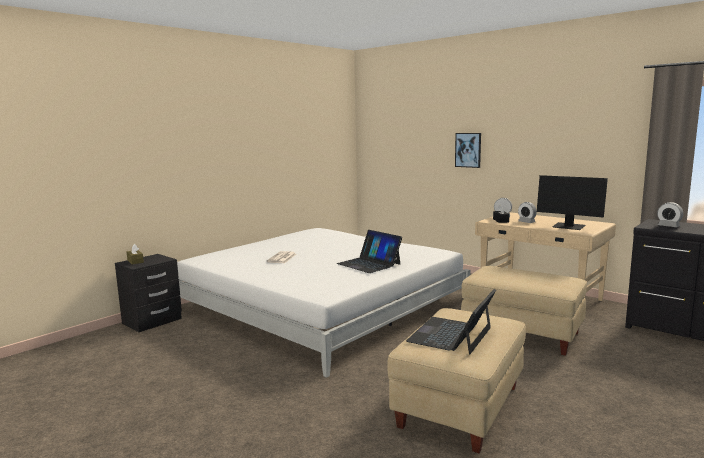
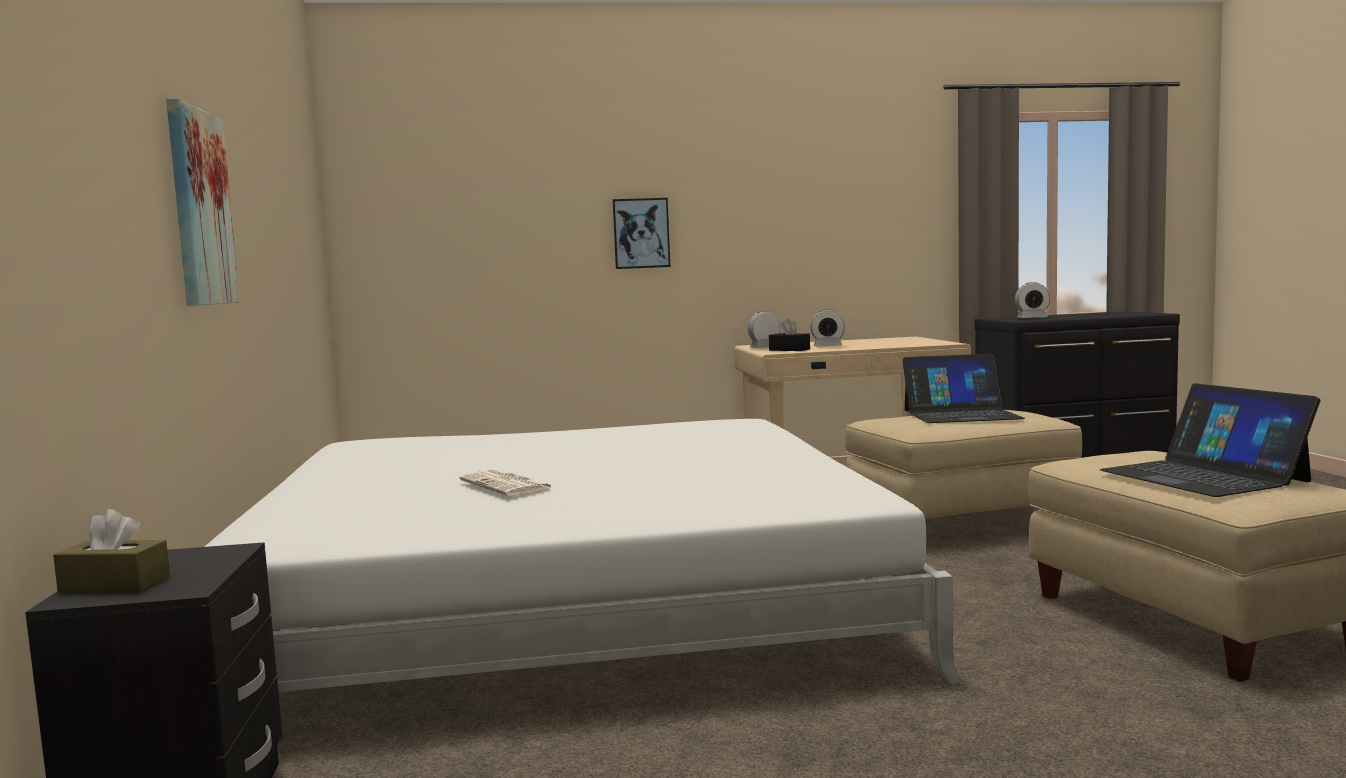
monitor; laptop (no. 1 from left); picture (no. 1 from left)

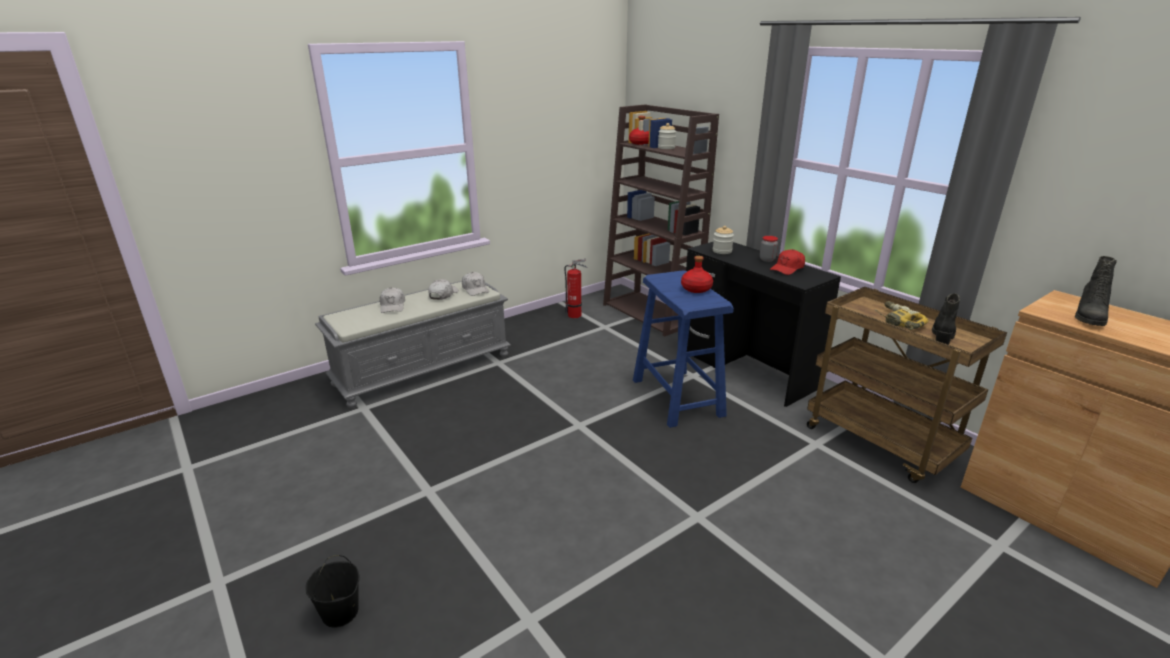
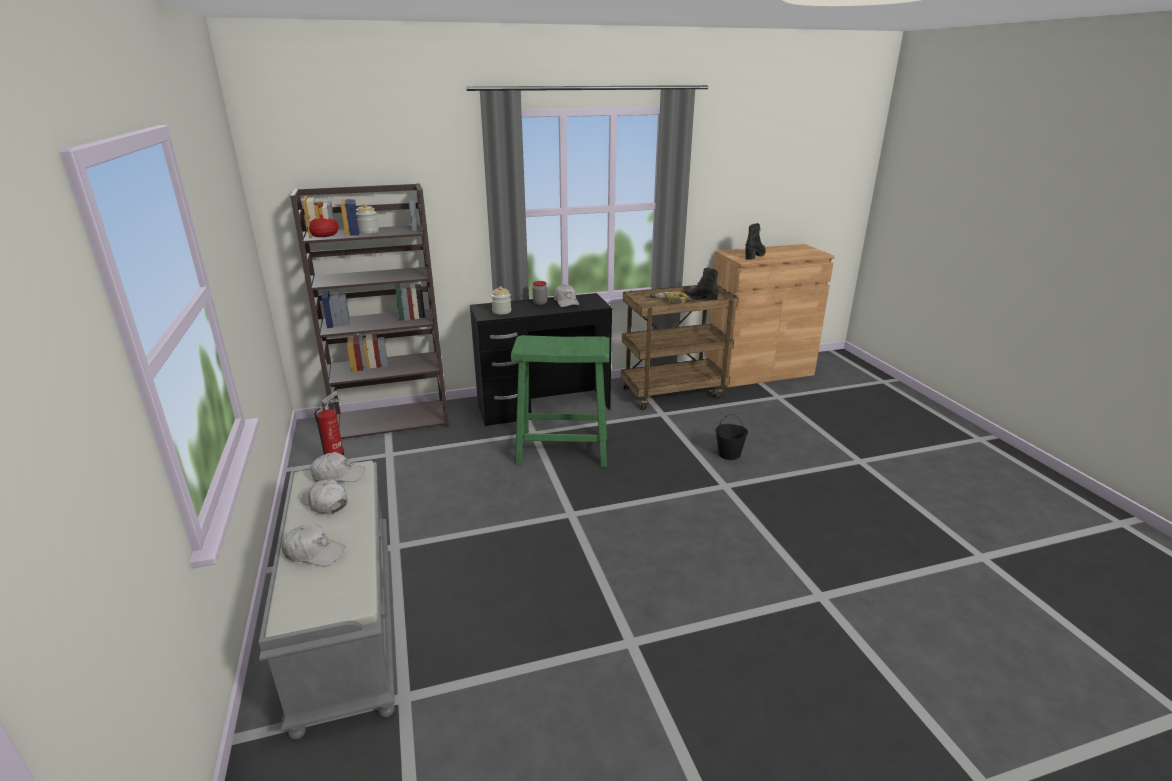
white cap (no. 4 from left); red bottle (no. 2 from left in the first image); black boot (no. 2 from left); green stool; black bucket

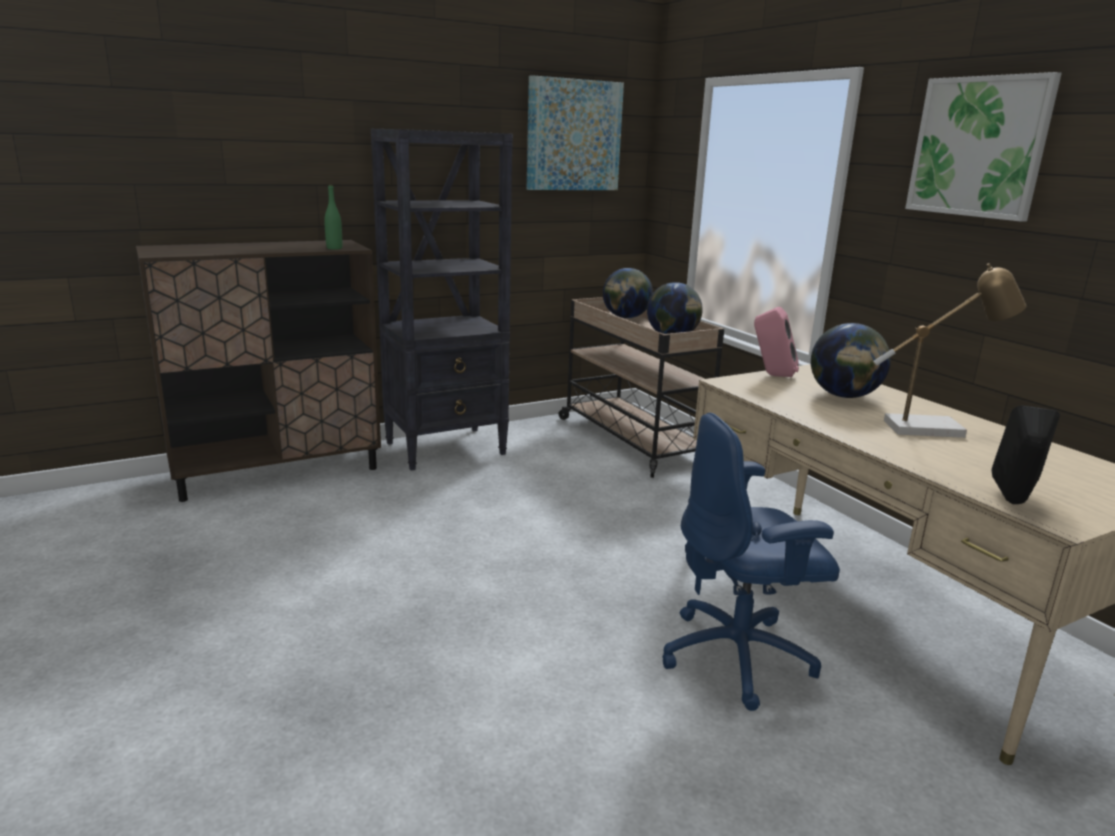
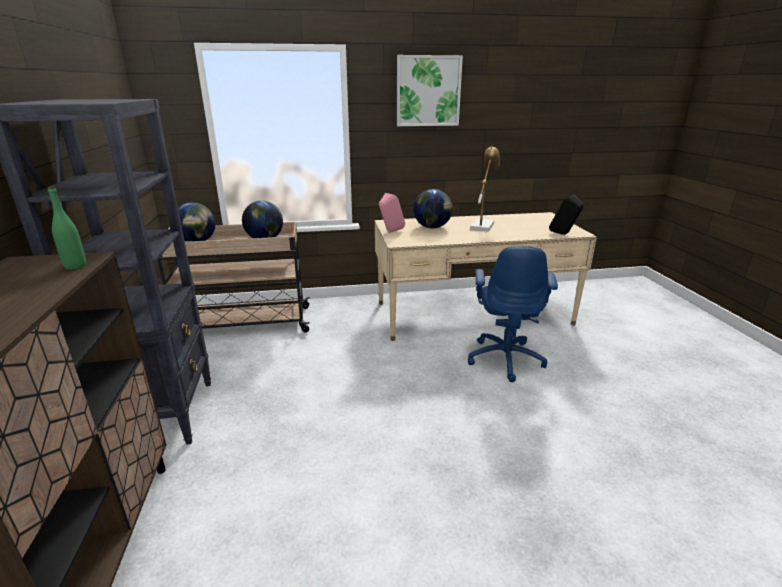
picture (no. 1 from left in the first image)

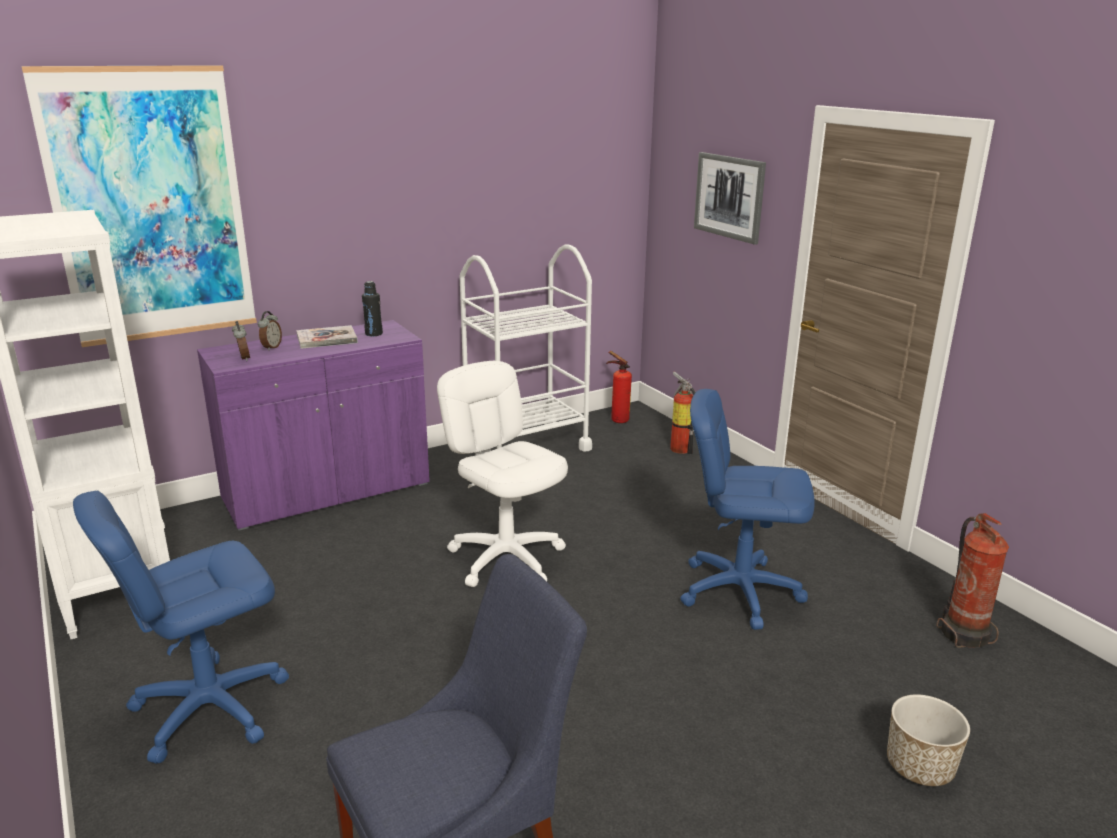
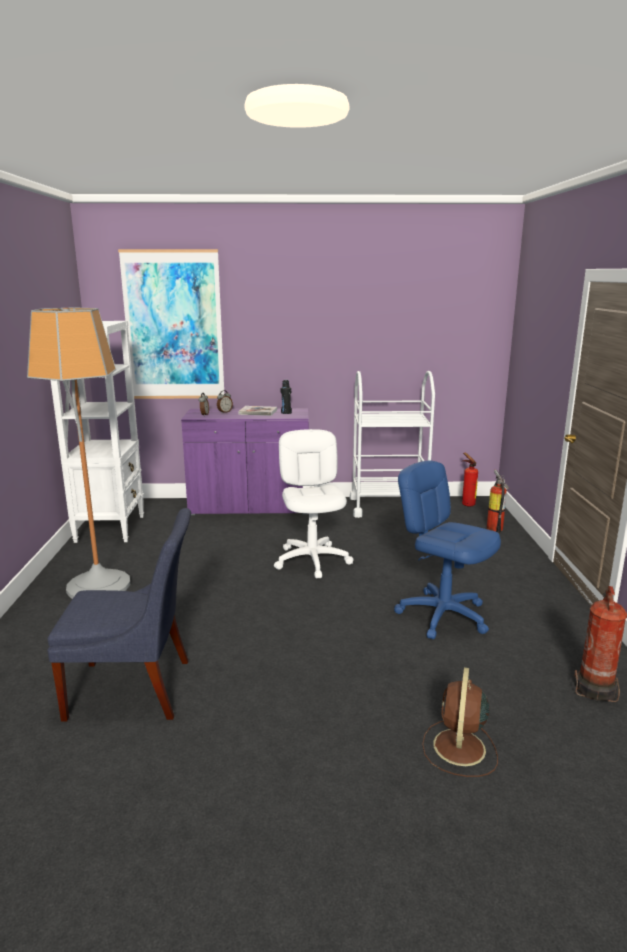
picture (no. 2 from left in the first image); floor lamp; brown fan

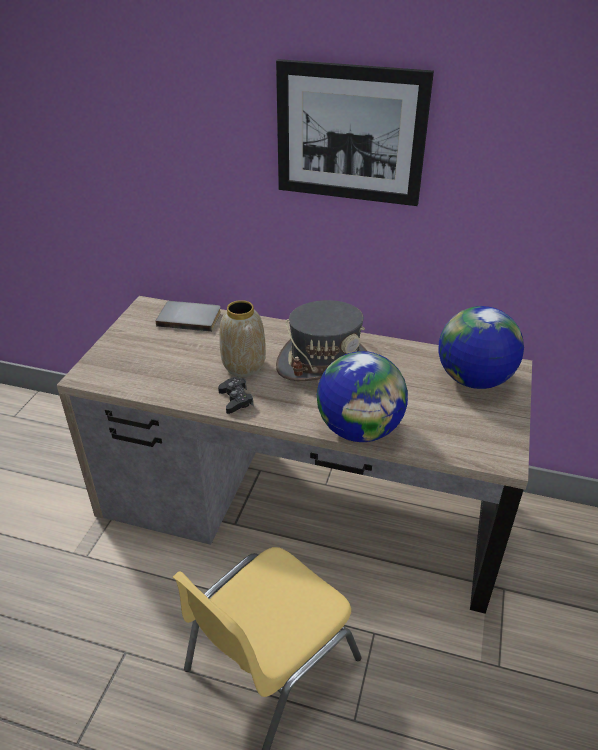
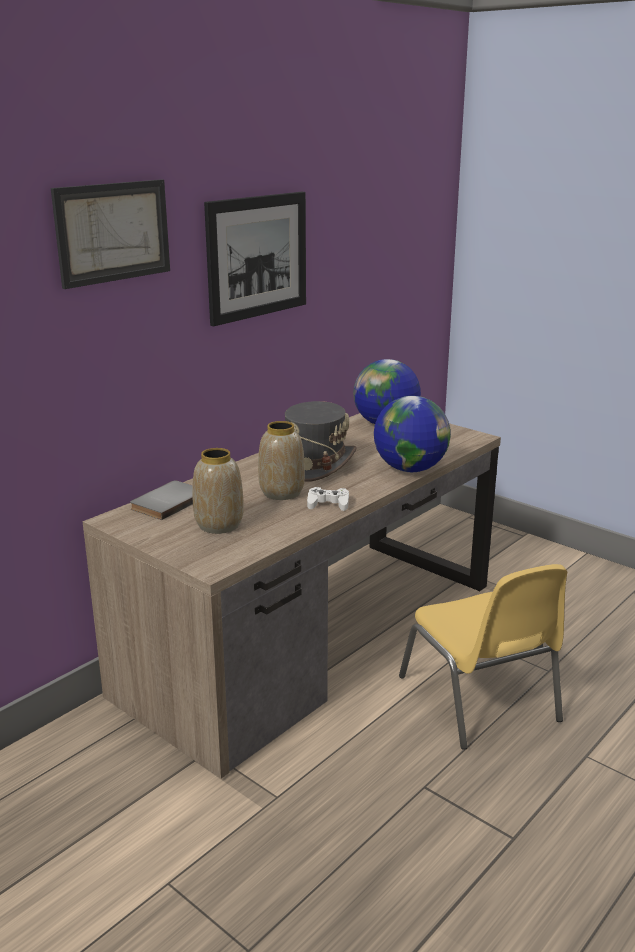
white game controller; picture (no. 1 from left); vase (no. 1 from left)

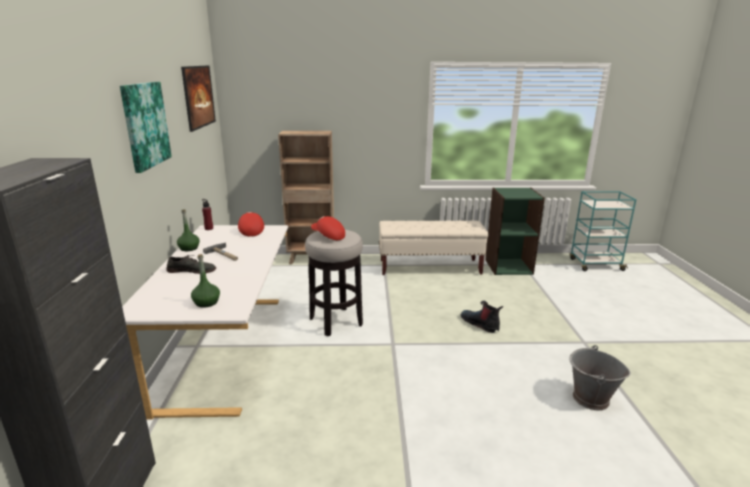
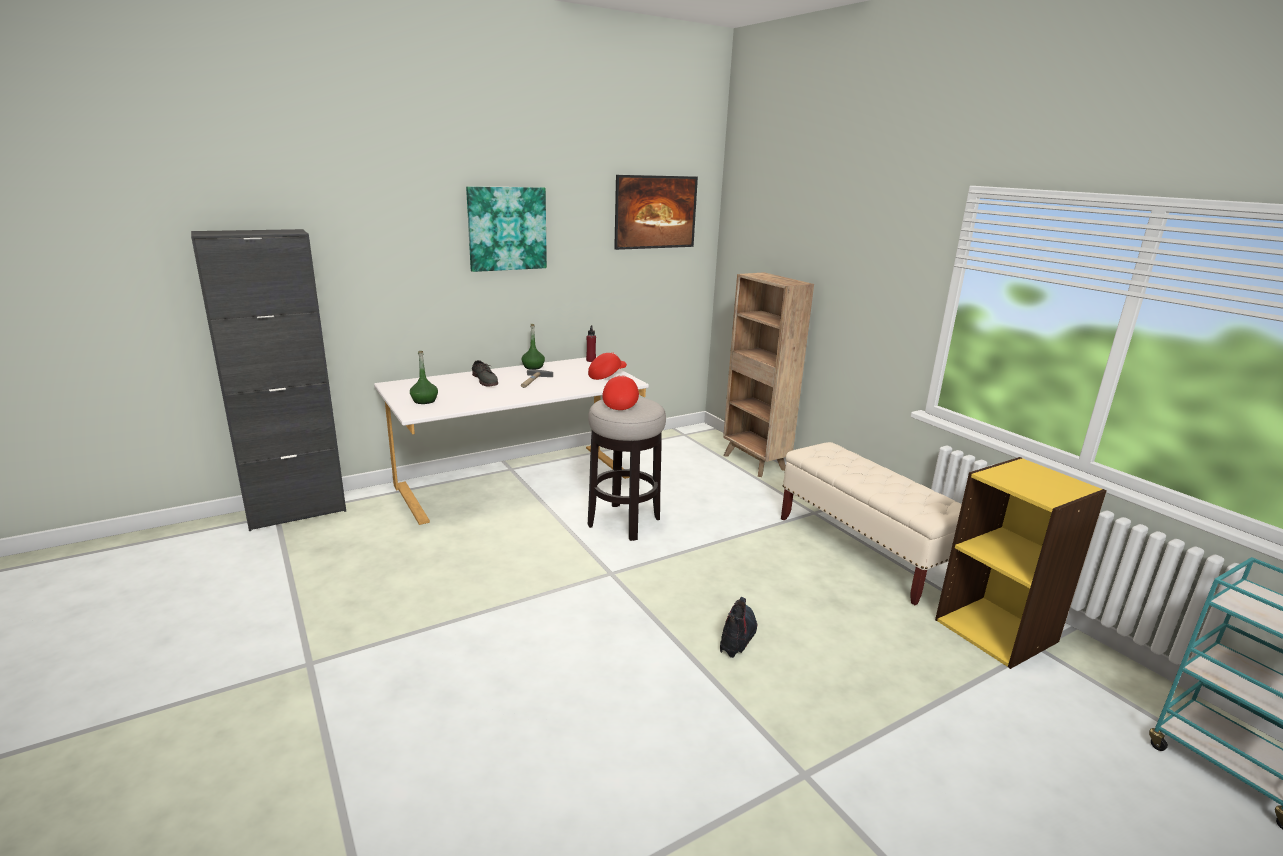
yellow bookcase; grey bucket

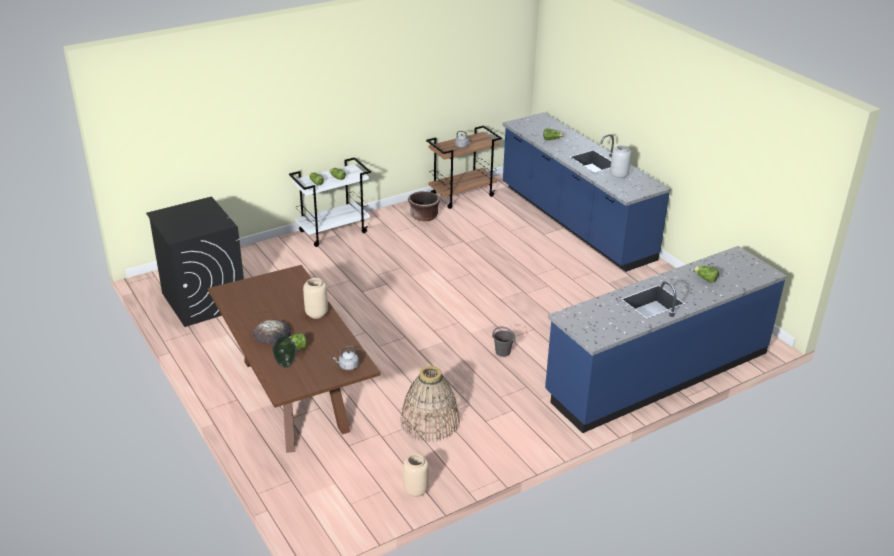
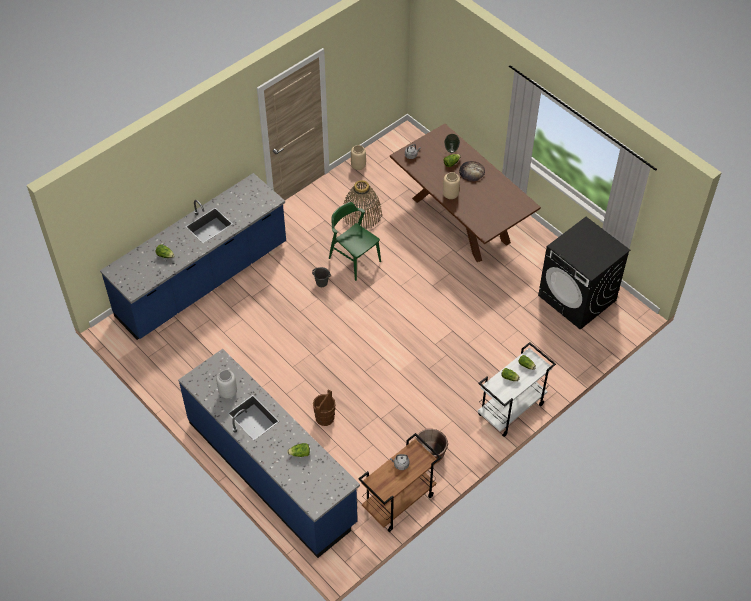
green chair; brown bucket

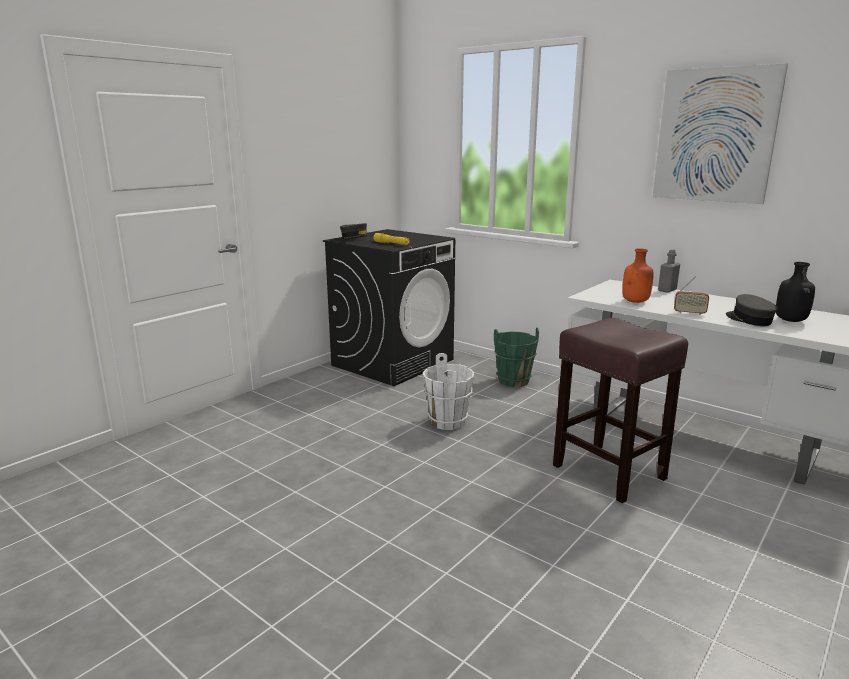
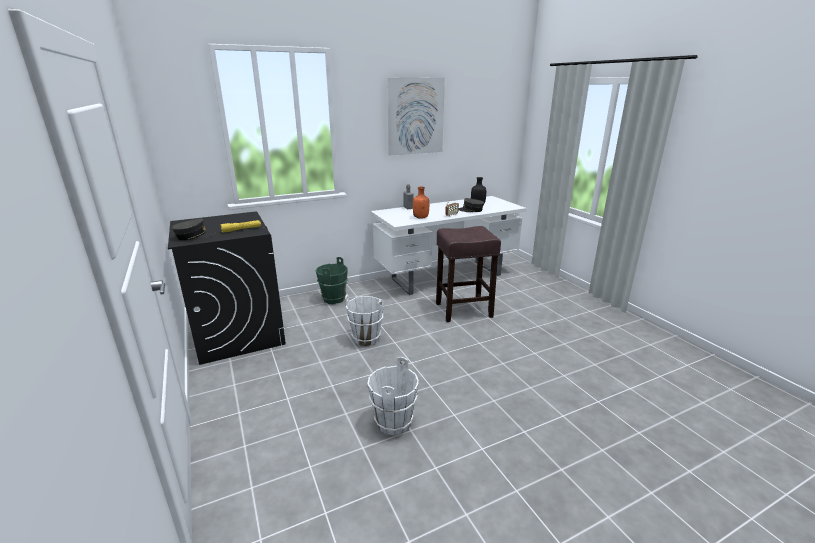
white bucket (no. 2 from left)

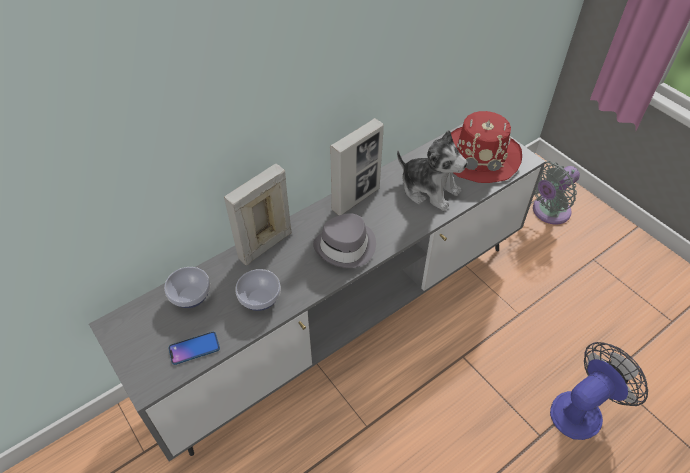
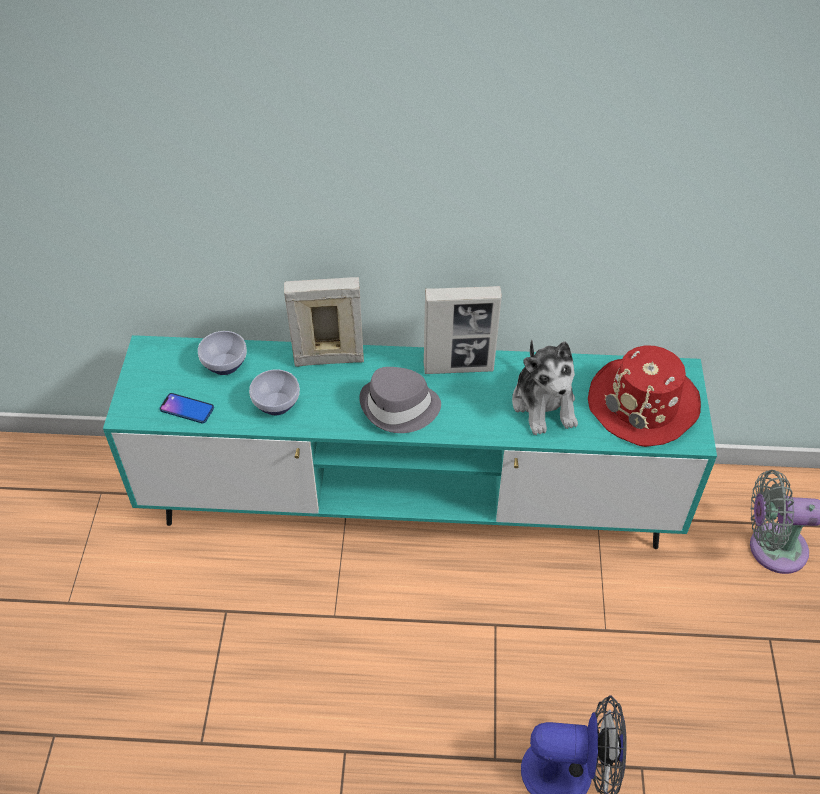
turquoise tv stand

